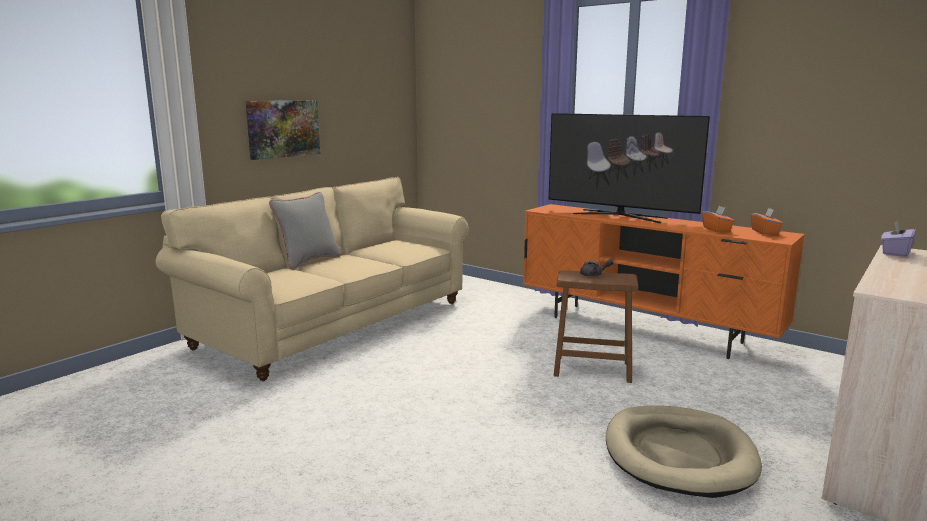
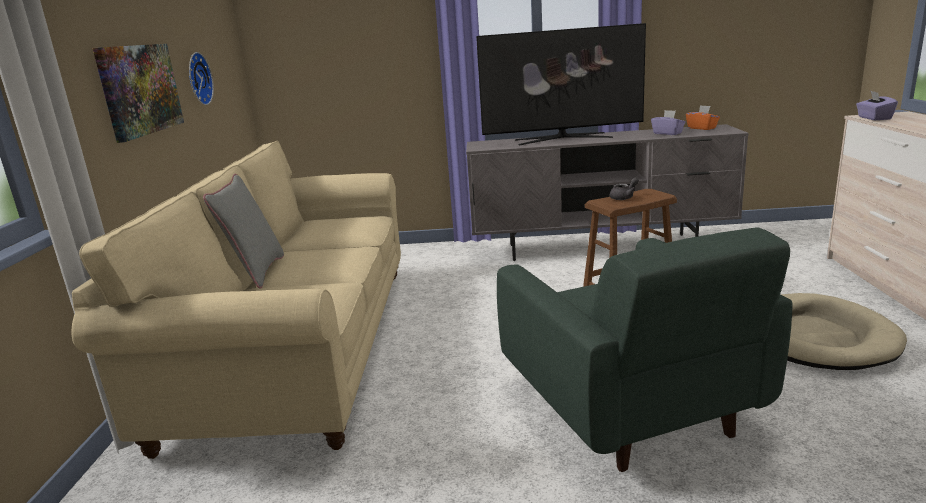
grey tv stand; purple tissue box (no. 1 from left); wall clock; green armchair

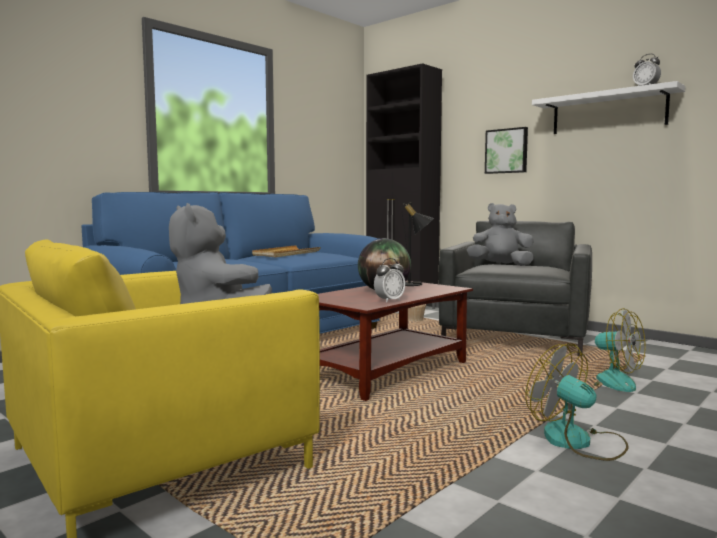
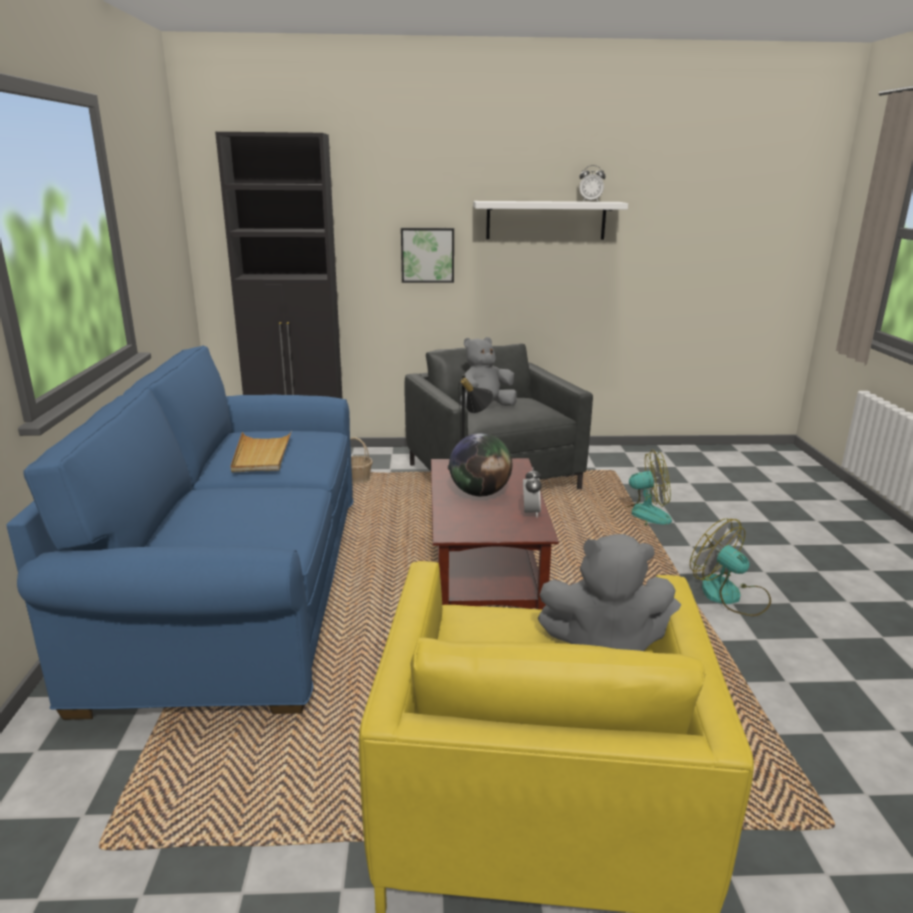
fan (no. 2 from left)

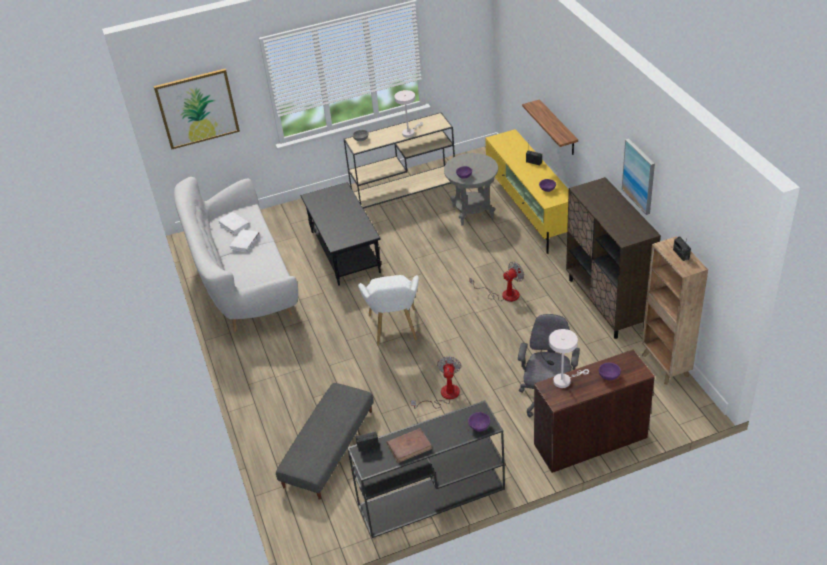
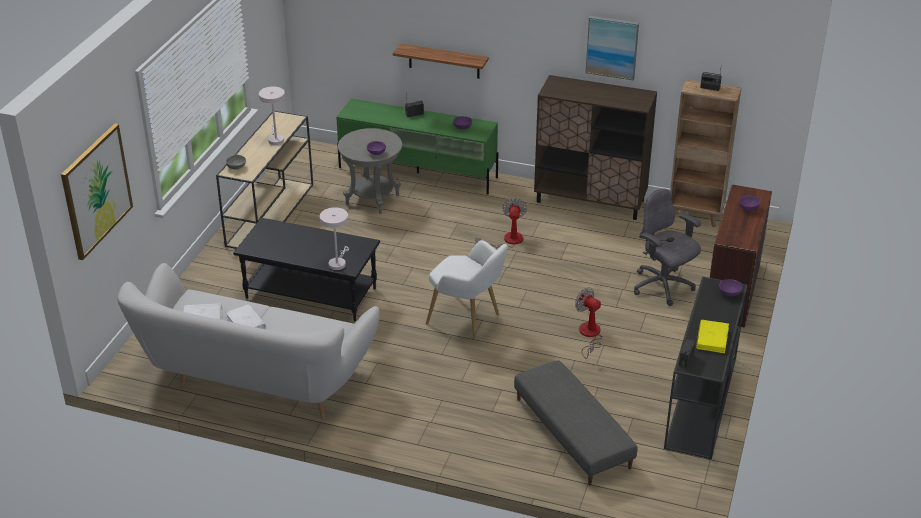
green tv stand; white table lamp (no. 2 from left); yellow book

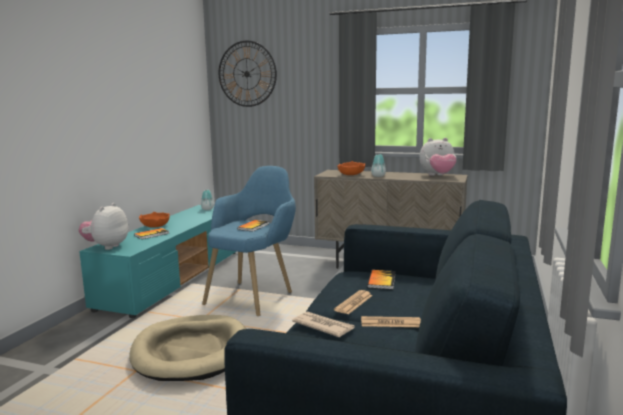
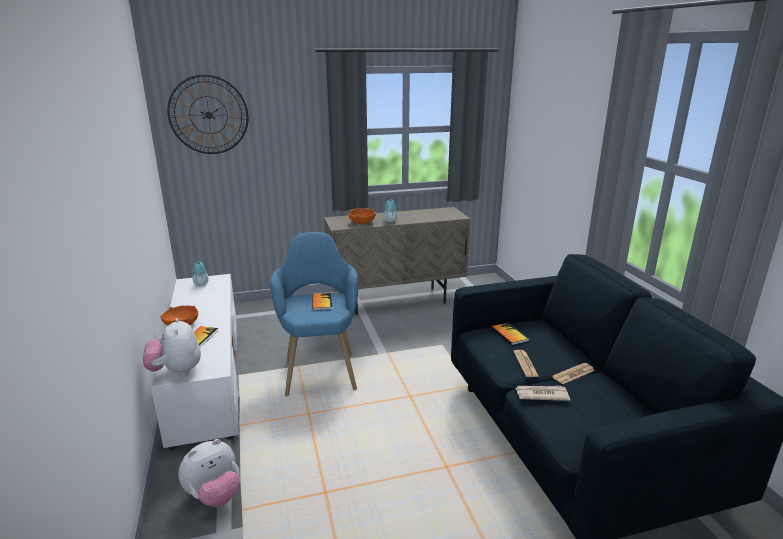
plush toy (no. 2 from left); white tv stand; beige dog bed

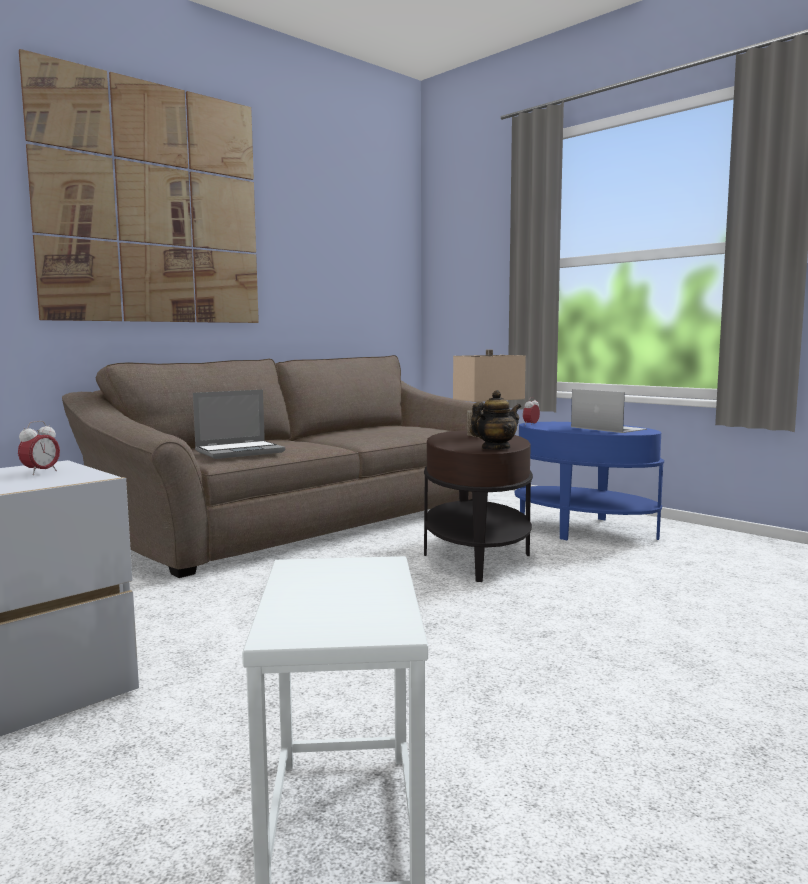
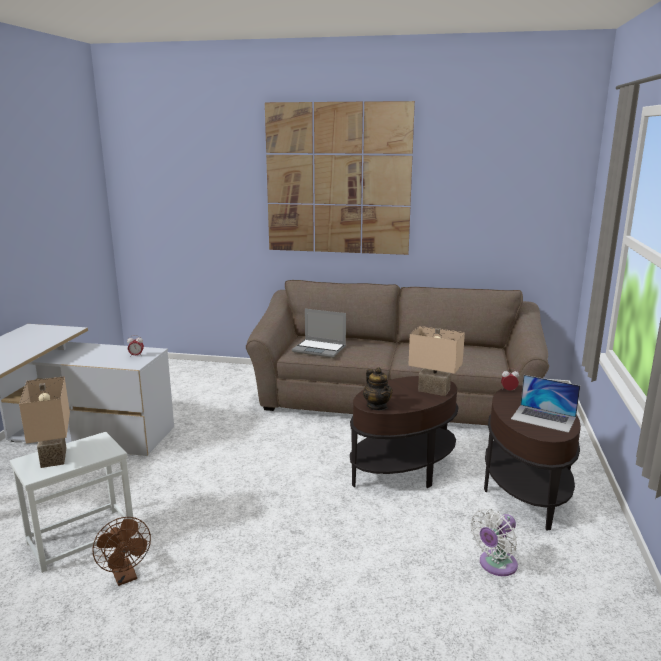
laptop (no. 2 from left); teapot; brown side table (no. 2 from left); beige table lamp (no. 1 from left); white fan; brown fan

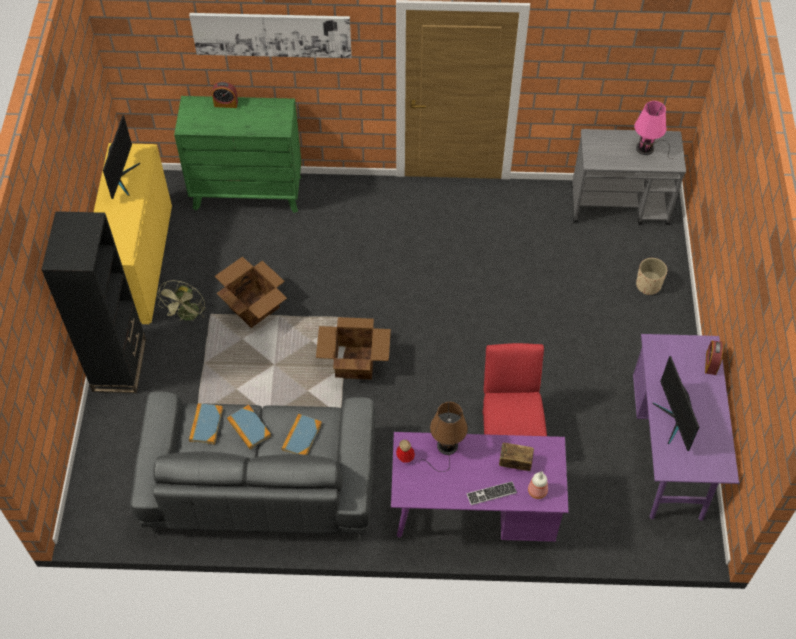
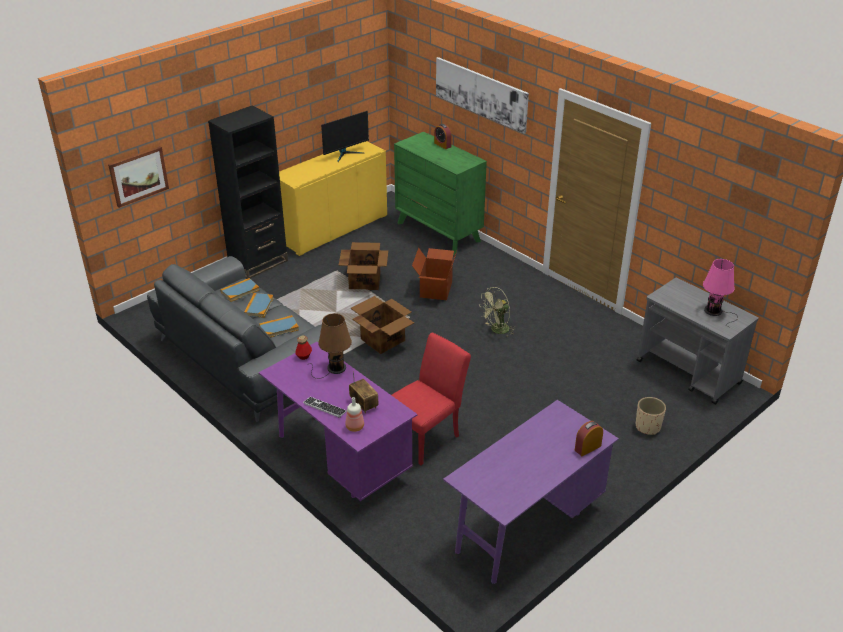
green fan; monitor (no. 2 from left in the first image); picture (no. 1 from left); cardboard box (no. 3 from left)

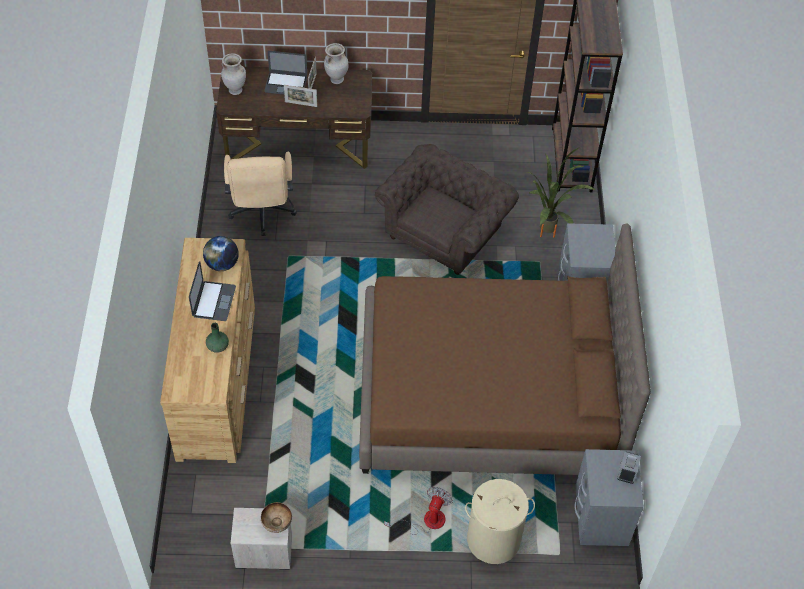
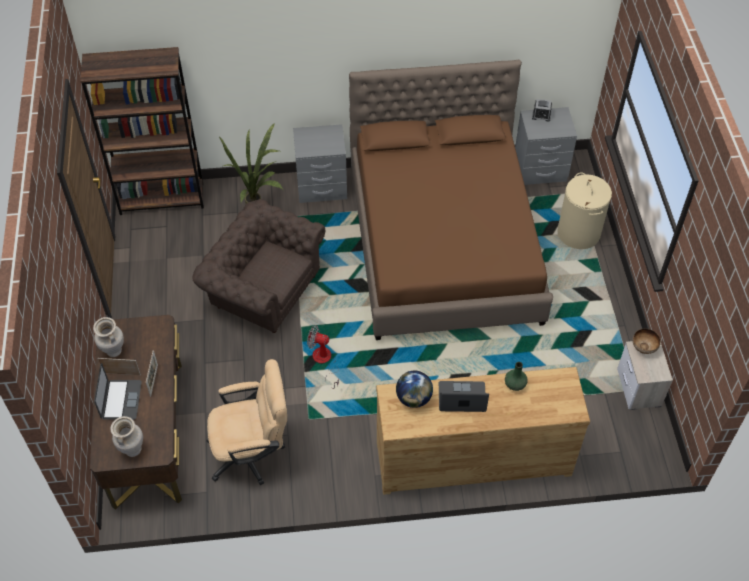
fan

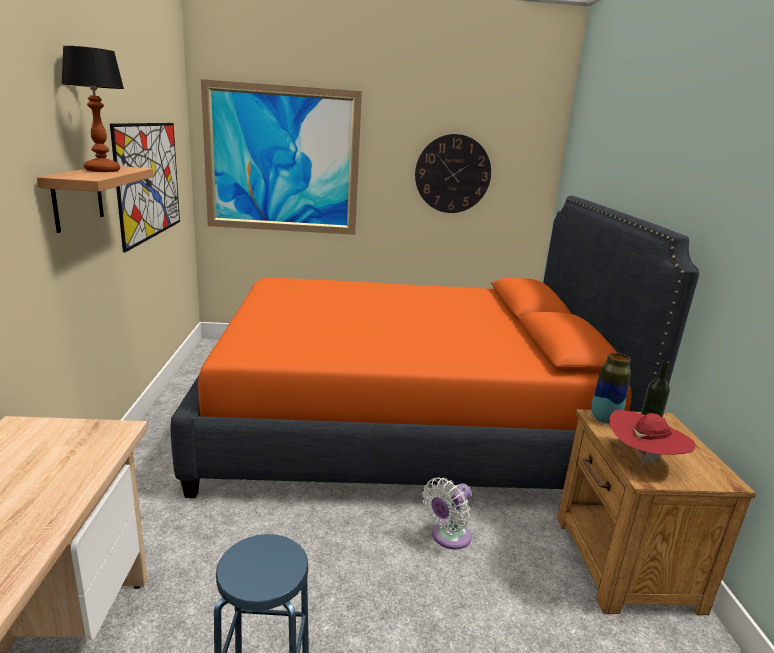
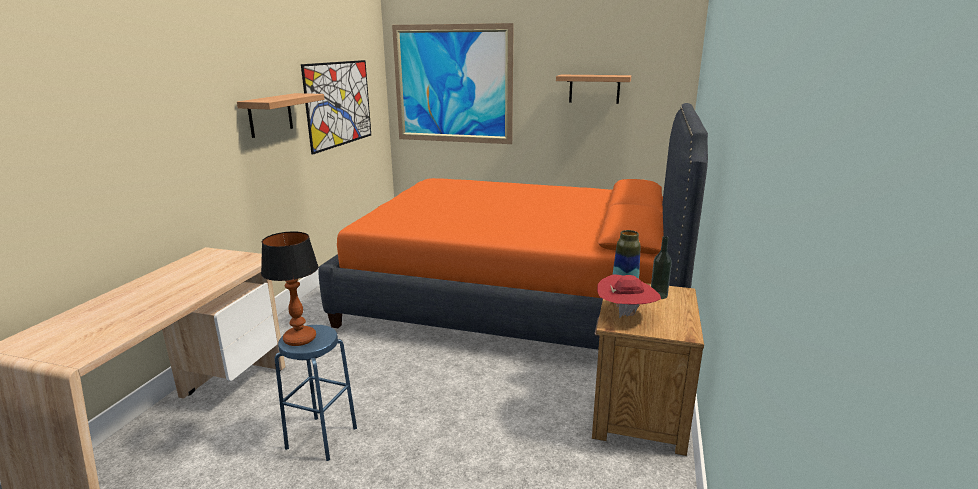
table lamp; shelf (no. 2 from left); white fan

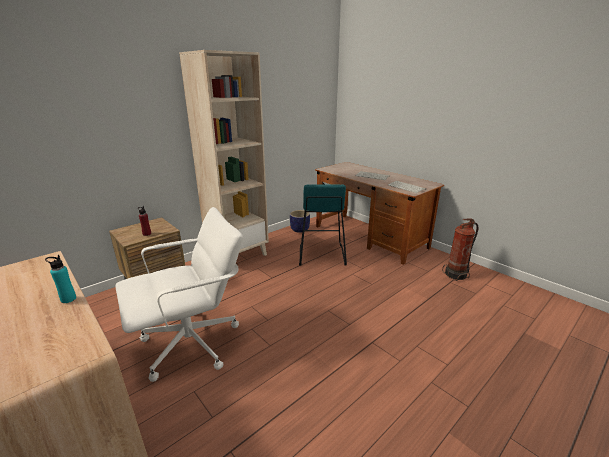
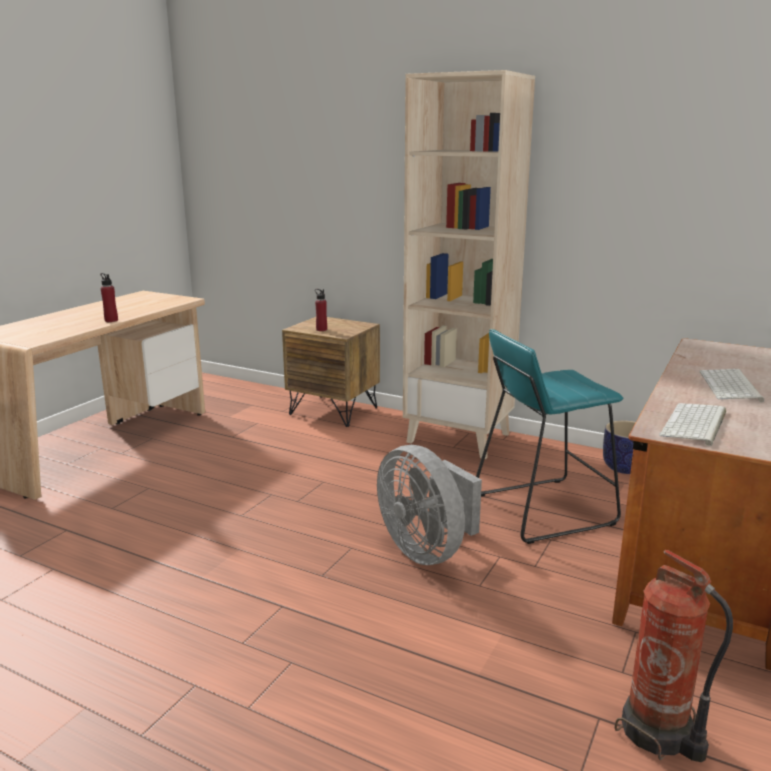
white office chair; red bottle (no. 1 from left); grey fan

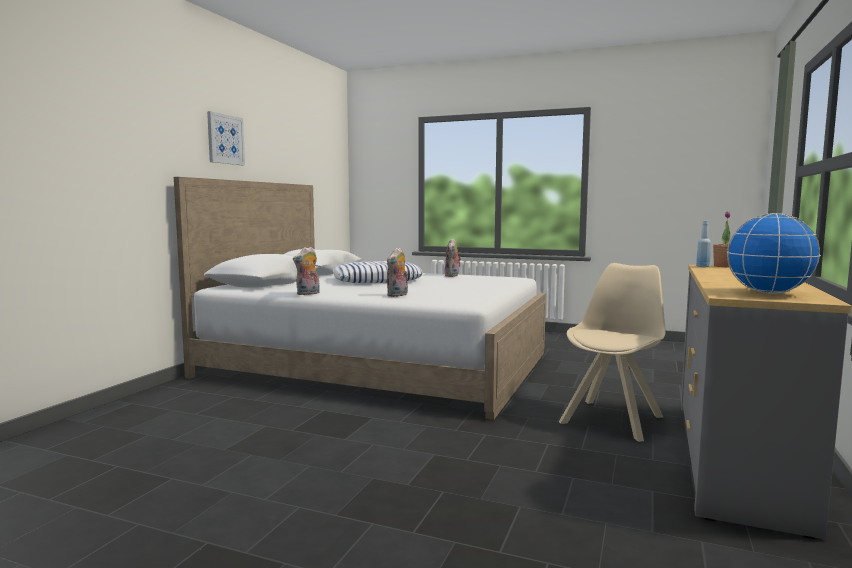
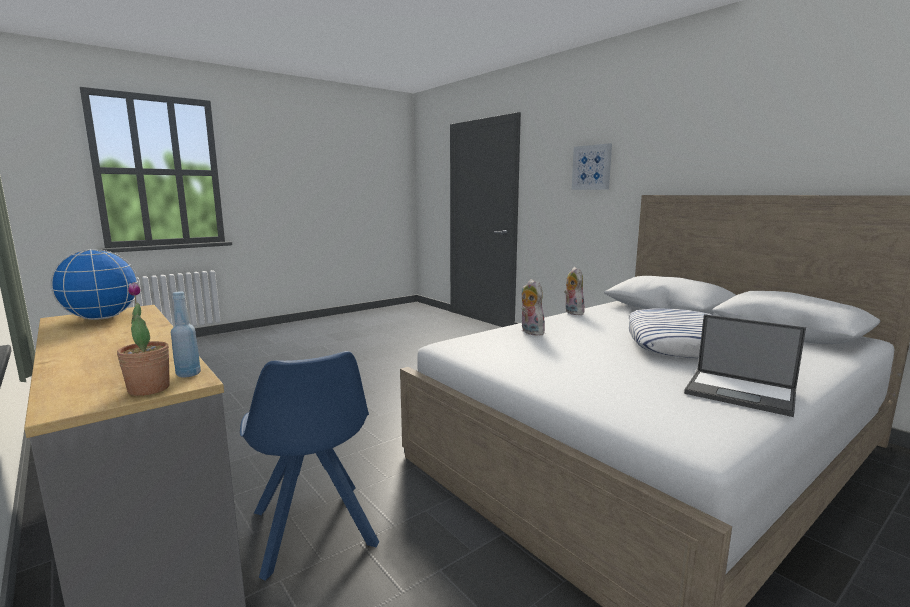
picture; laptop; blue chair

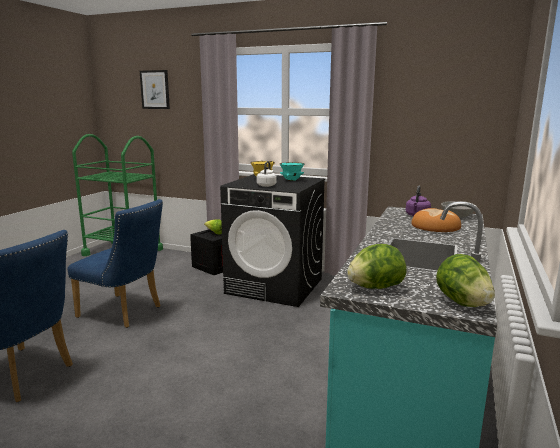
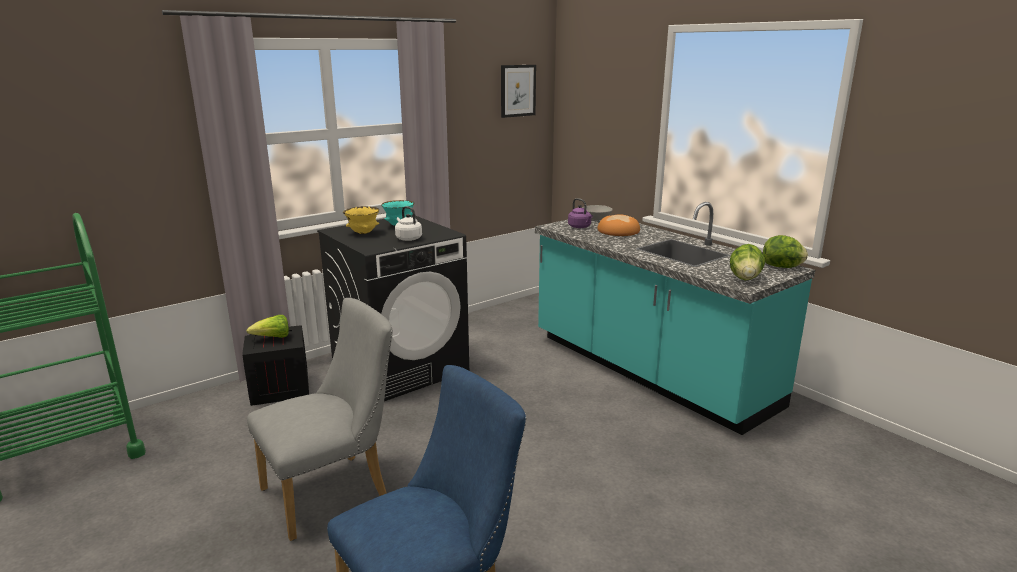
picture; grey chair

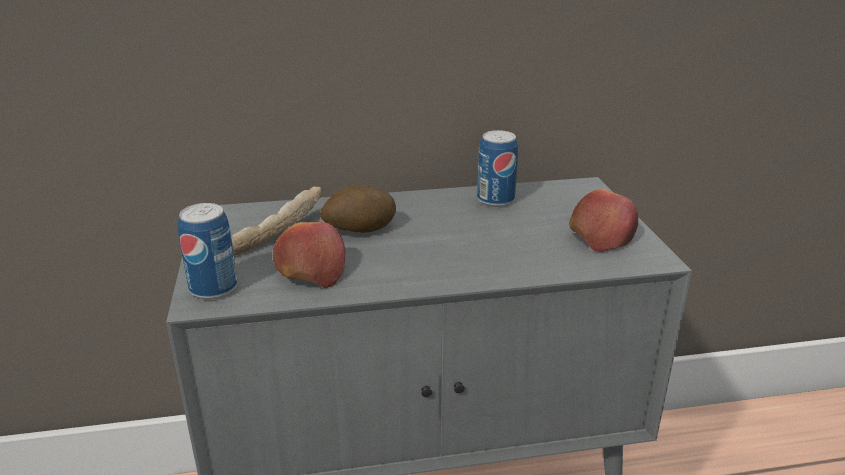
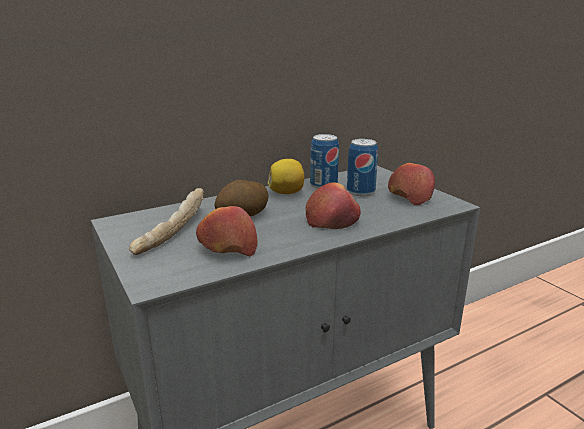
can (no. 2 from left); lemon; apple (no. 2 from left)

